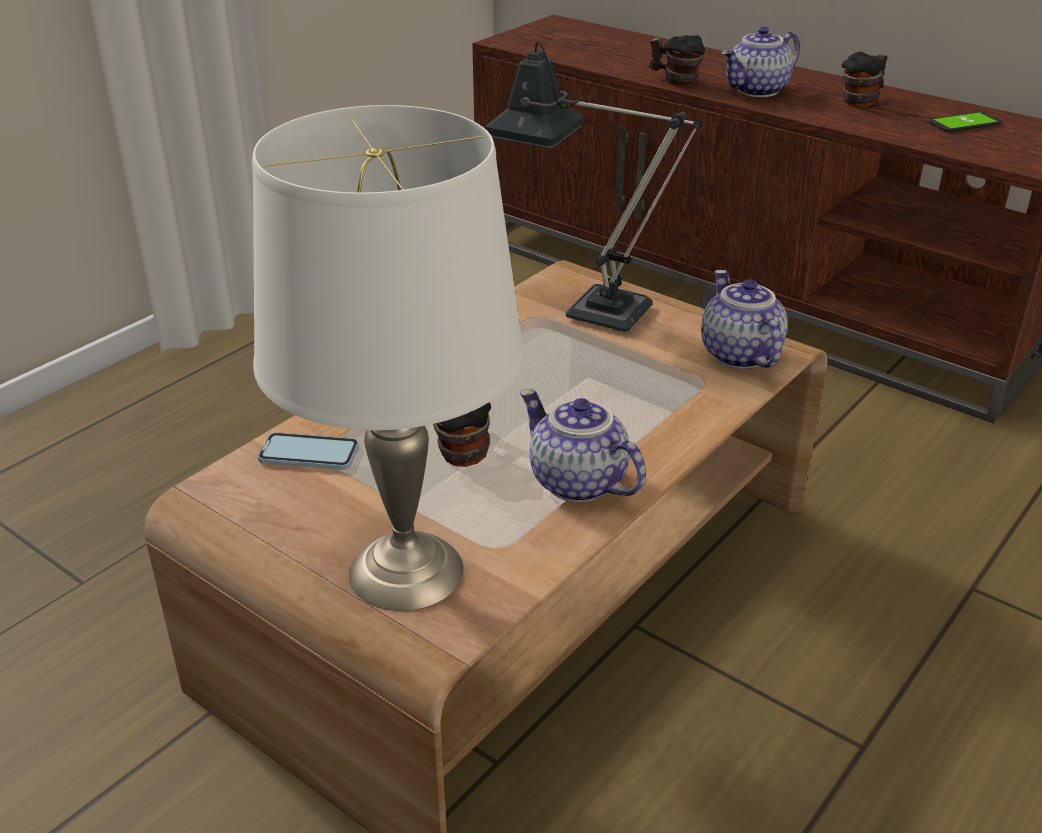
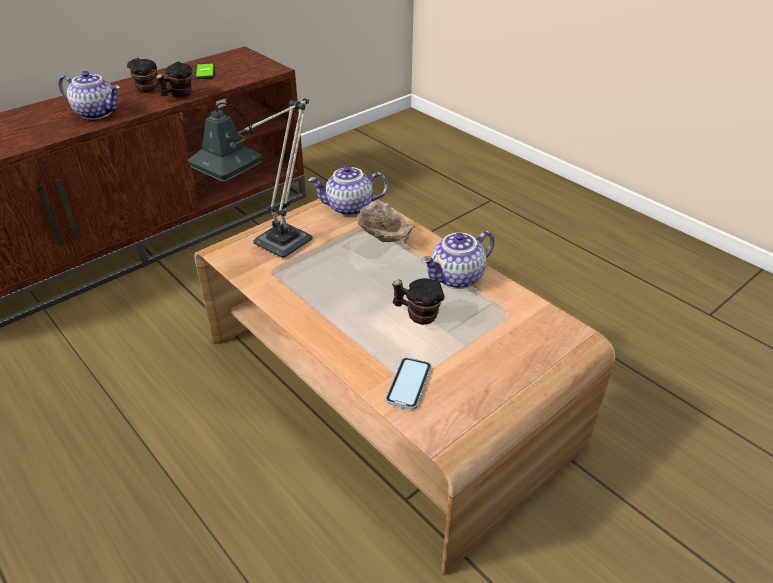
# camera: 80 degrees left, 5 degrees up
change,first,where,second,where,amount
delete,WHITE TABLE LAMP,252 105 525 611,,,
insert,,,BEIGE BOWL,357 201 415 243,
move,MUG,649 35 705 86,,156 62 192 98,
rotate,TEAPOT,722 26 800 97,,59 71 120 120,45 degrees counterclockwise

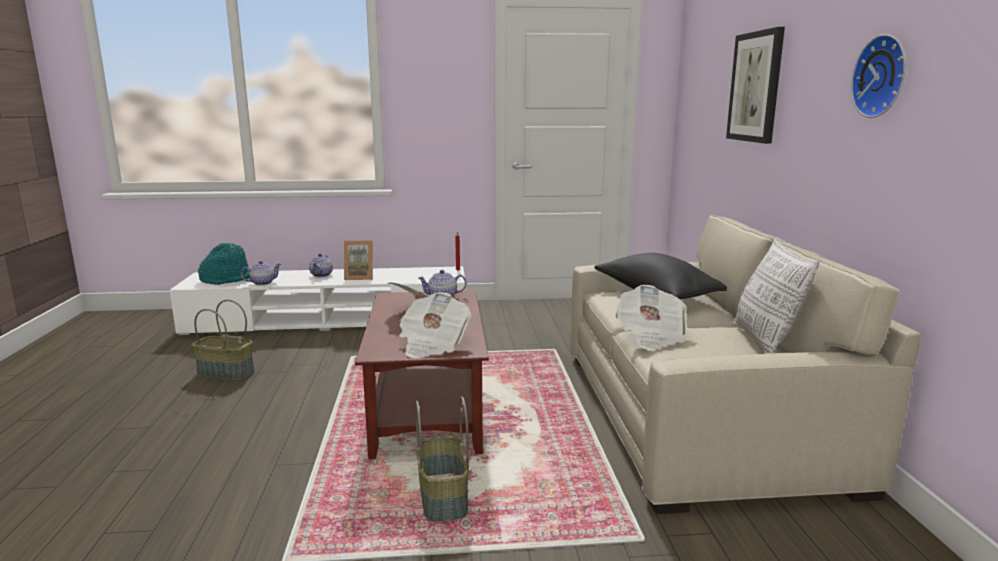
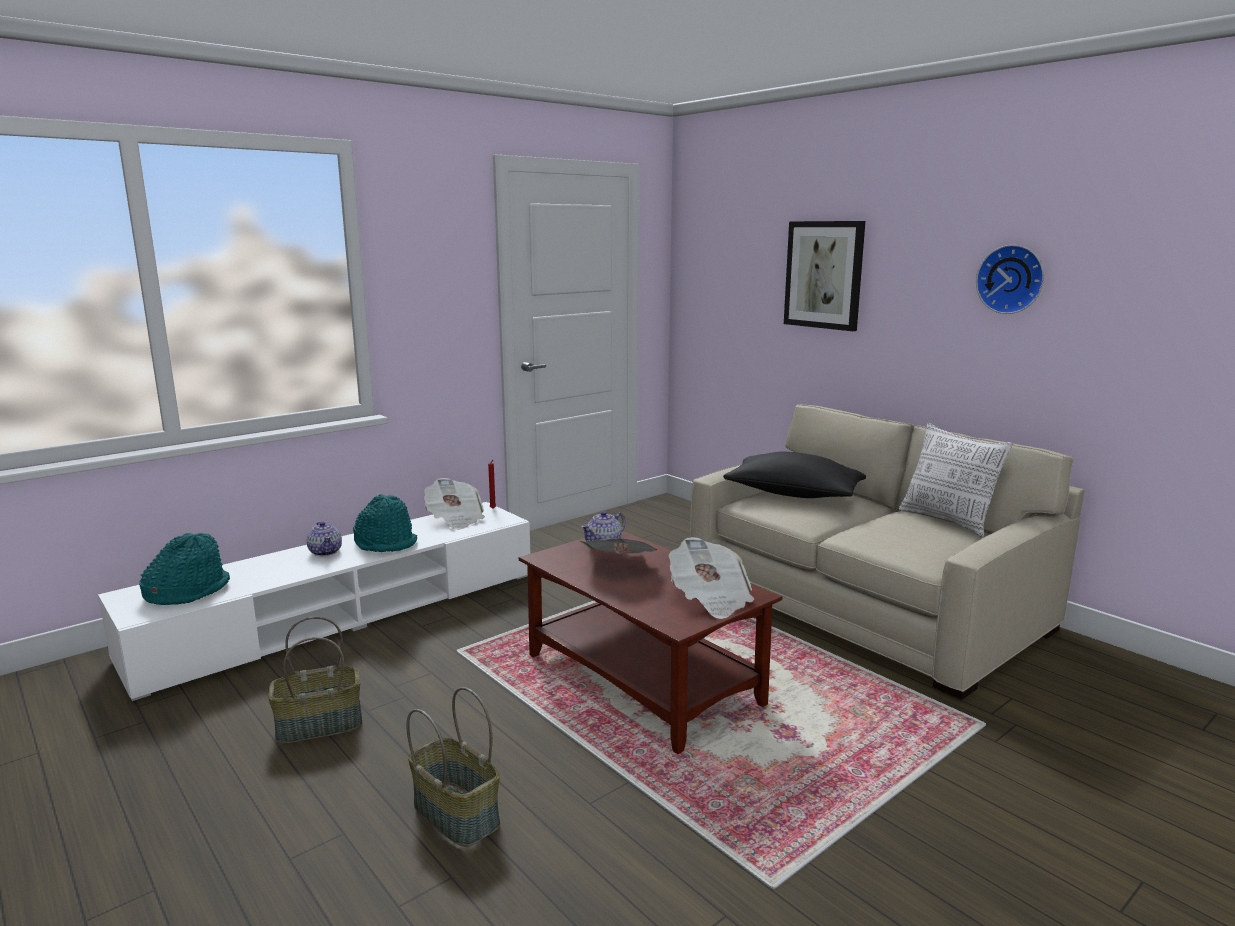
# camera: 35 degrees left, 0 degrees up
change,first,where,second,where,amount
delete,TEAPOT,241 261 281 285,,,
move,BASKET,415 396 469 522,,406 687 500 847,
move,NEWSPAPER,616 285 687 350,,424 478 485 530,
replace,PICTURE FRAME,344 241 373 280,TURQUOISE HAT,353 494 417 552,

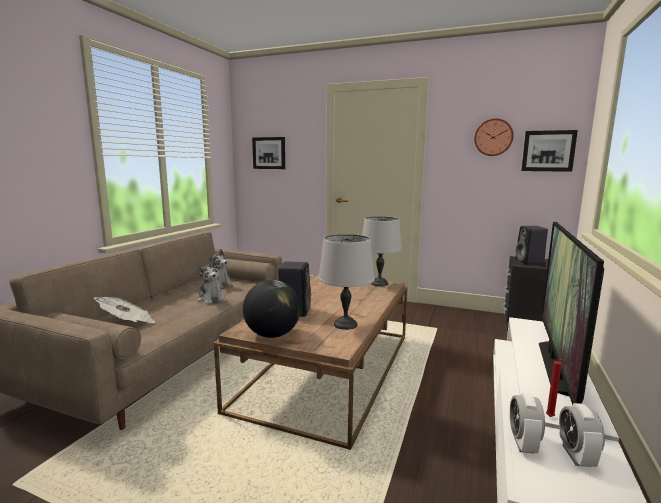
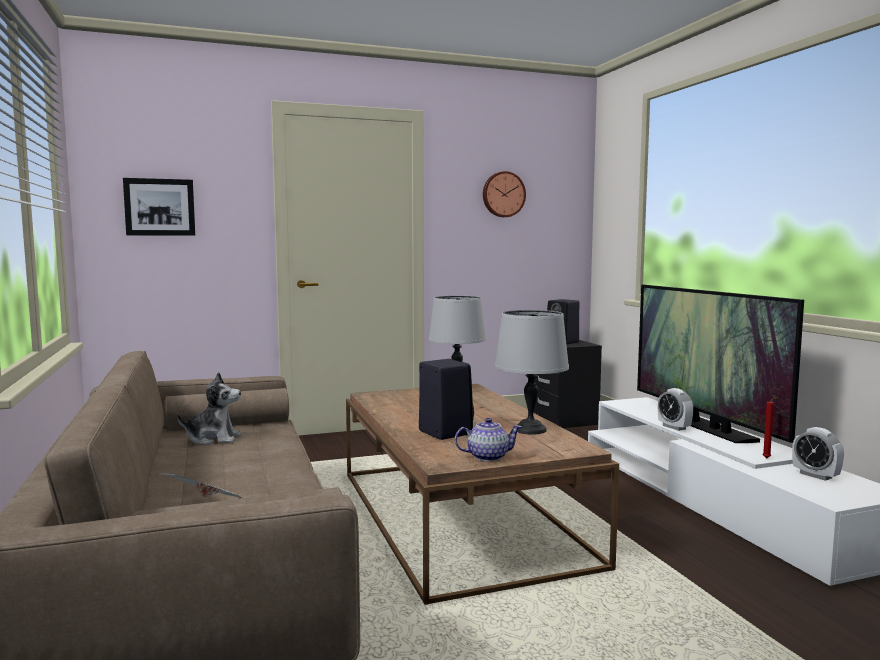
# camera: 40 degrees left, 5 degrees down
change,first,where,second,where,amount
delete,PLUSH TOY,197 260 225 305,,,
delete,PICTURE,521 130 578 172,,,
move,ALARM CLOCK,510 393 545 454,,658 388 693 431,
replace,GLOBE,243 280 301 338,TEAPOT,455 418 522 461,

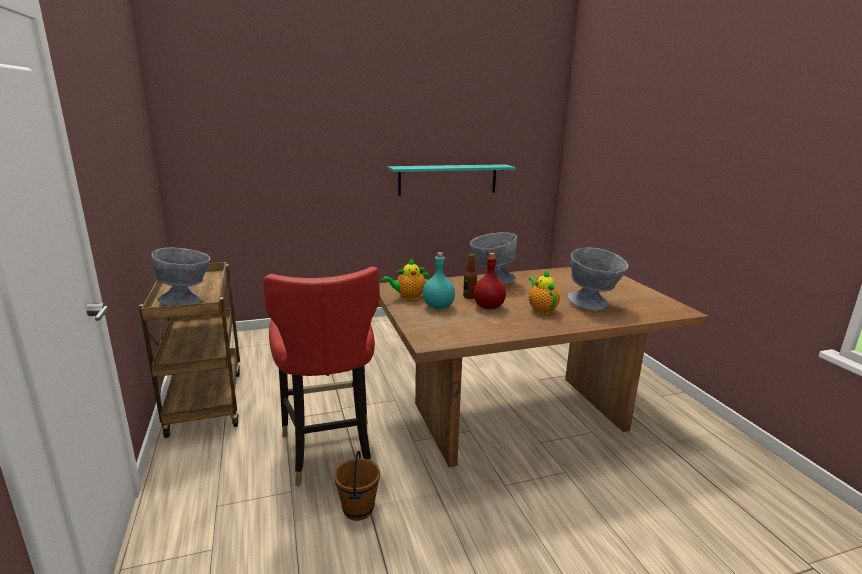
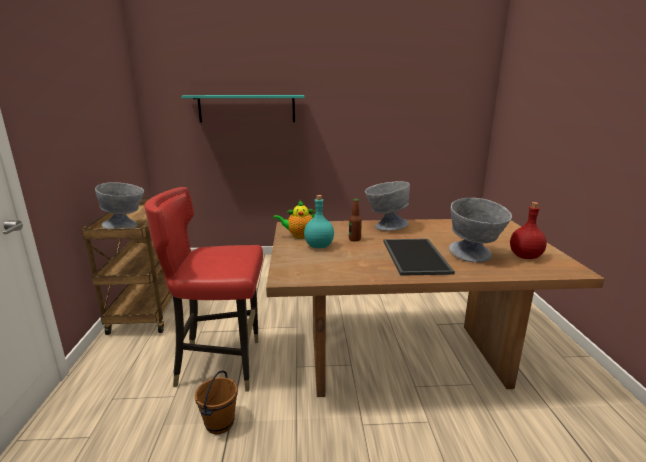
# camera: 15 degrees right, 0 degrees up
change,first,where,second,where,amount
move,TURQUOISE SHELF,388 164 516 196,,181 95 305 123,
move,RED BOTTLE,473 253 506 309,,510 202 547 259,
replace,TEAPOT,529 269 560 314,TRAY,384 239 455 276,
rotate,RED CHAIR,264 266 380 486,,144 187 263 392,90 degrees clockwise

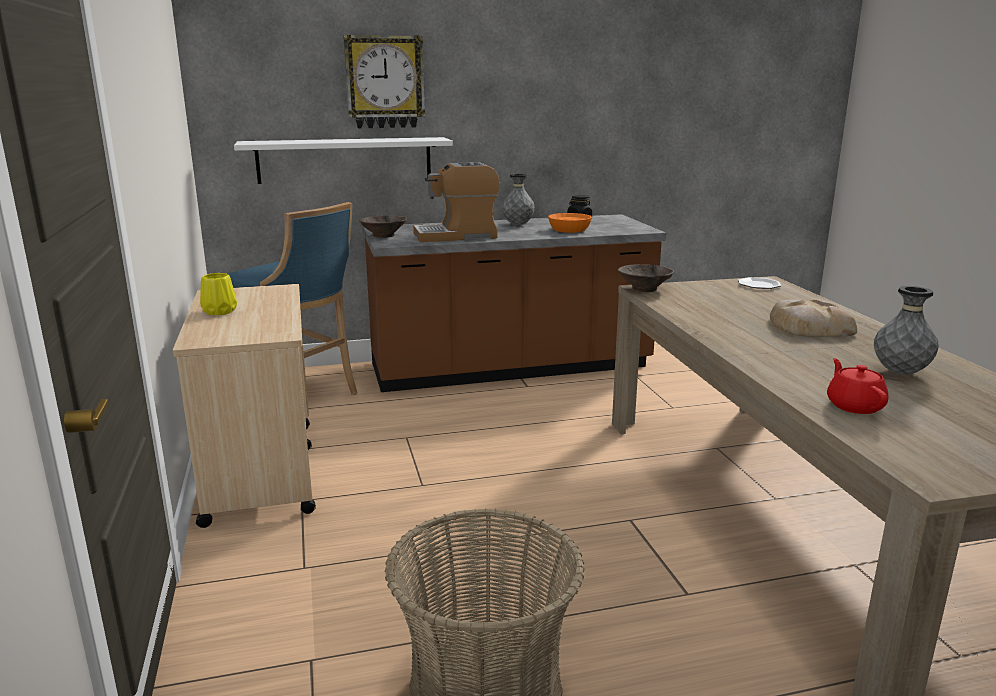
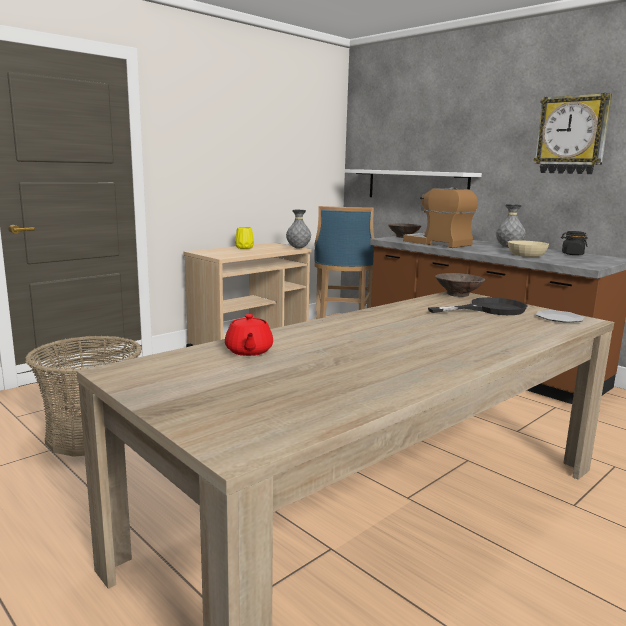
# camera: 60 degrees right, 5 degrees down
change,first,where,second,where,amount
delete,BREAD,770 299 857 337,,,
insert,,,BLACK FRYING PAN,428 297 527 315,
move,WALL CLOCK,343 35 425 128,,534 93 612 174,
move,GREY VASE,874 286 939 374,,286 210 311 249,
recolor,ORANGE BOWL,548 213 592 233,BEIGE BOWL,508 240 549 257,
rotate,RED TEAPOT,827 358 889 414,,225 314 273 356,120 degrees clockwise

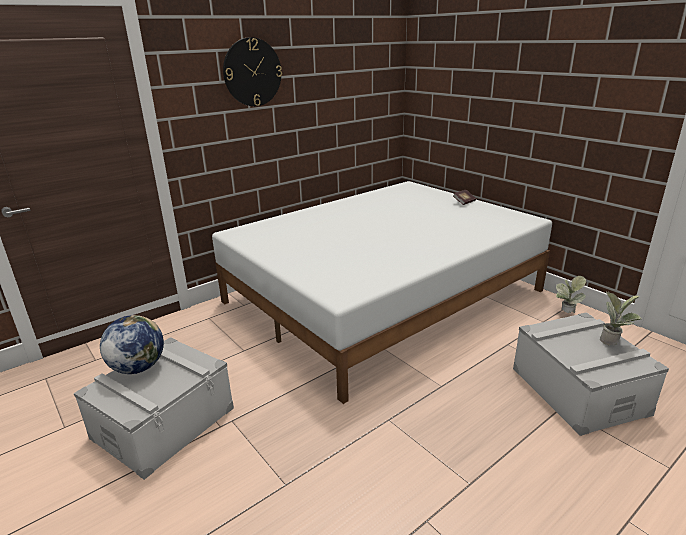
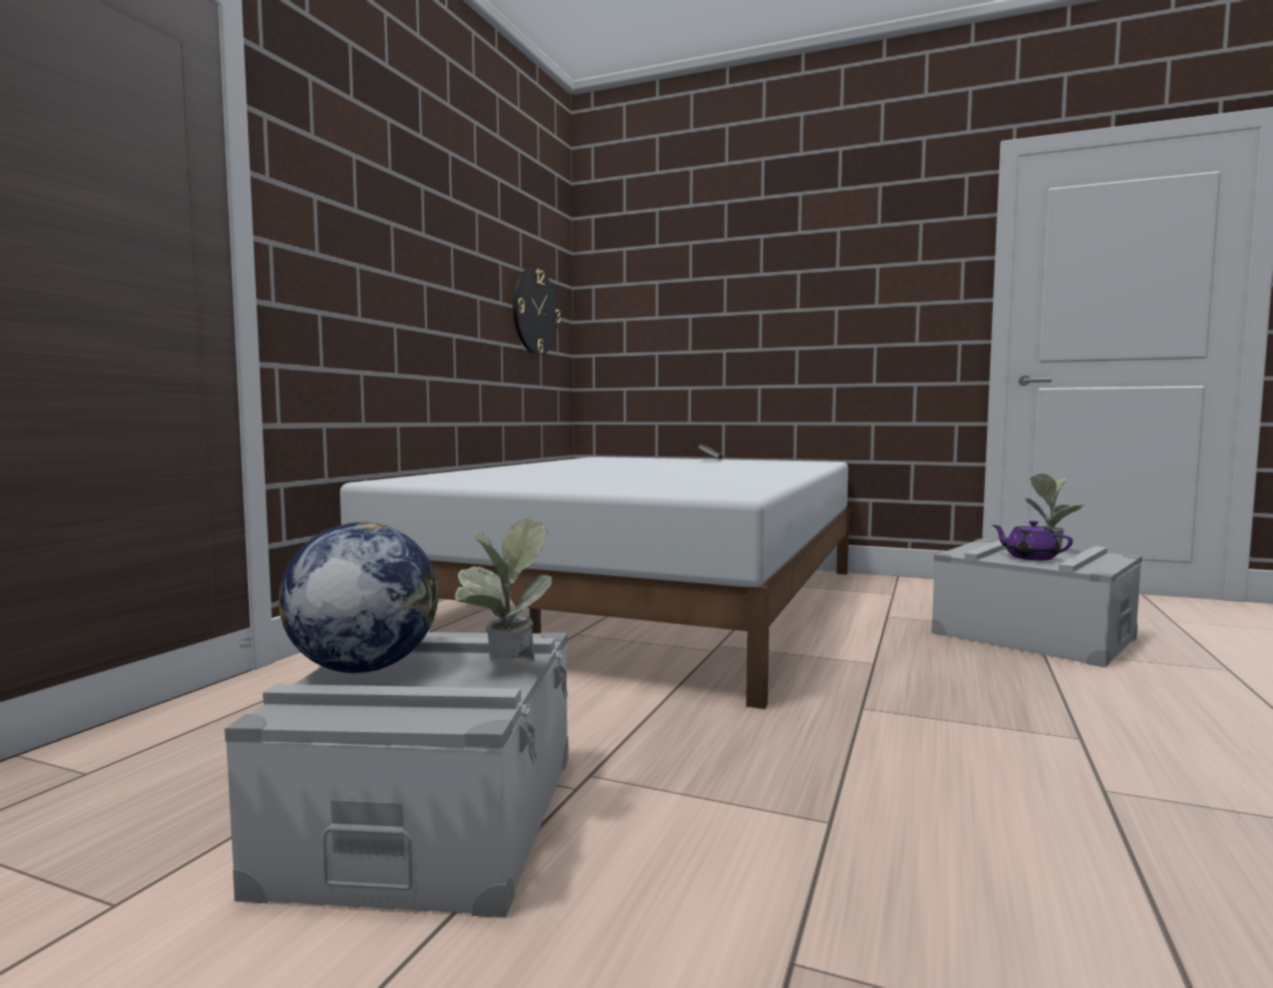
# camera: 30 degrees left, 20 degrees down
change,first,where,second,where,amount
insert,,,PURPLE TEAPOT,992 521 1073 560,
move,WALL CLOCK,223 37 282 106,,513 268 560 355,
move,POTTED PLANT,556 276 586 313,,455 519 552 662,

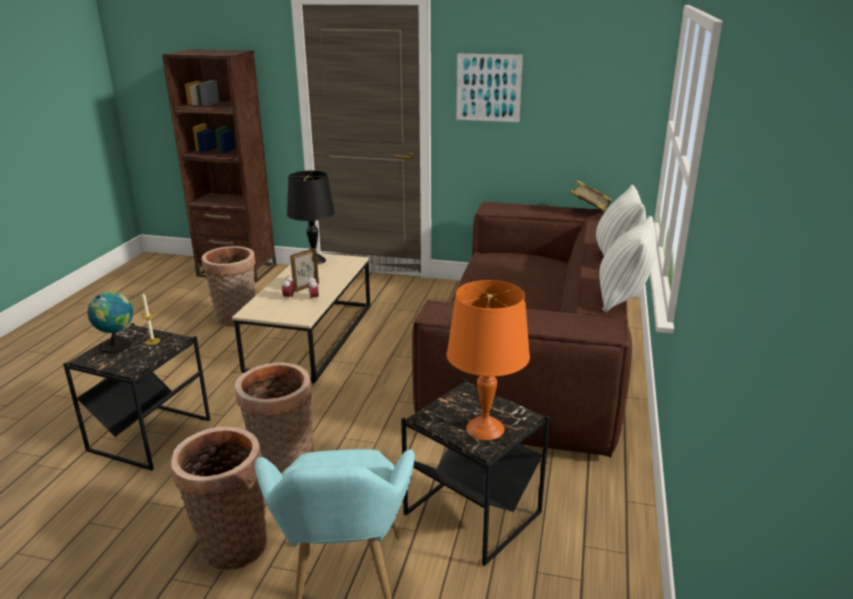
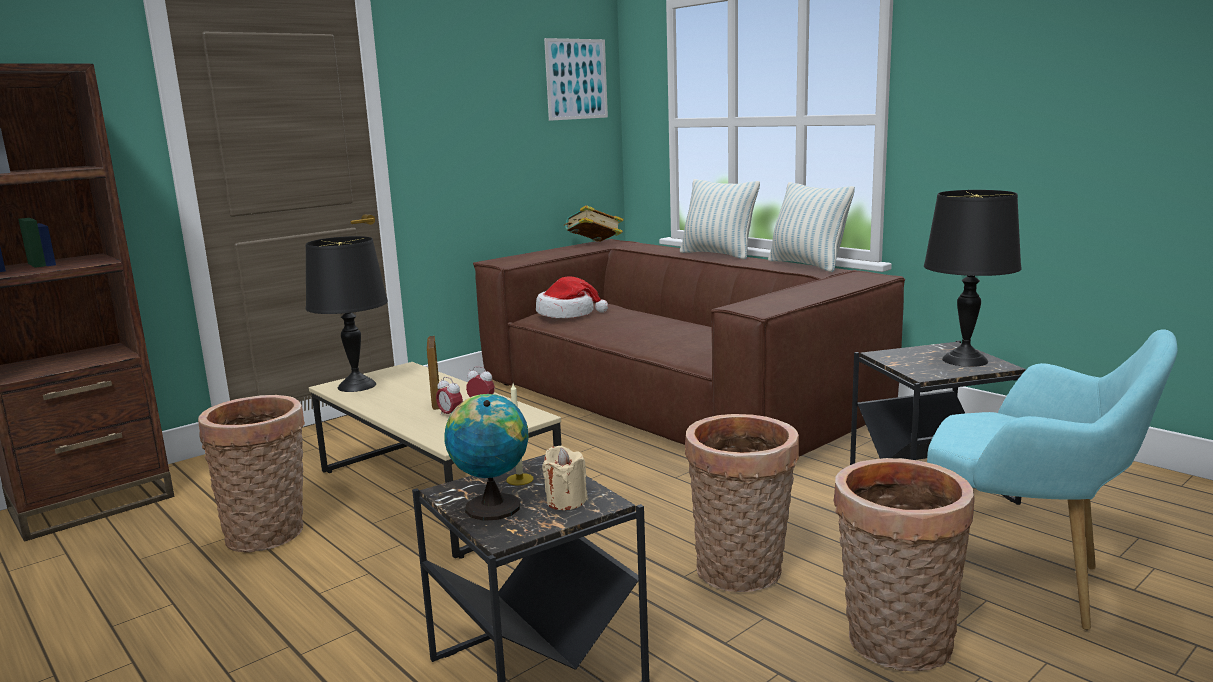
# camera: 55 degrees left, 10 degrees down
change,first,where,second,where,amount
insert,,,HAT,536 277 608 318,
insert,,,BEIGE CANDLE,542 446 588 510,
move,PICTURE,457 54 523 122,,544 38 608 121,
recolor,ORANGE TABLE LAMP,447 280 530 440,BLACK TABLE LAMP,924 190 1022 367,

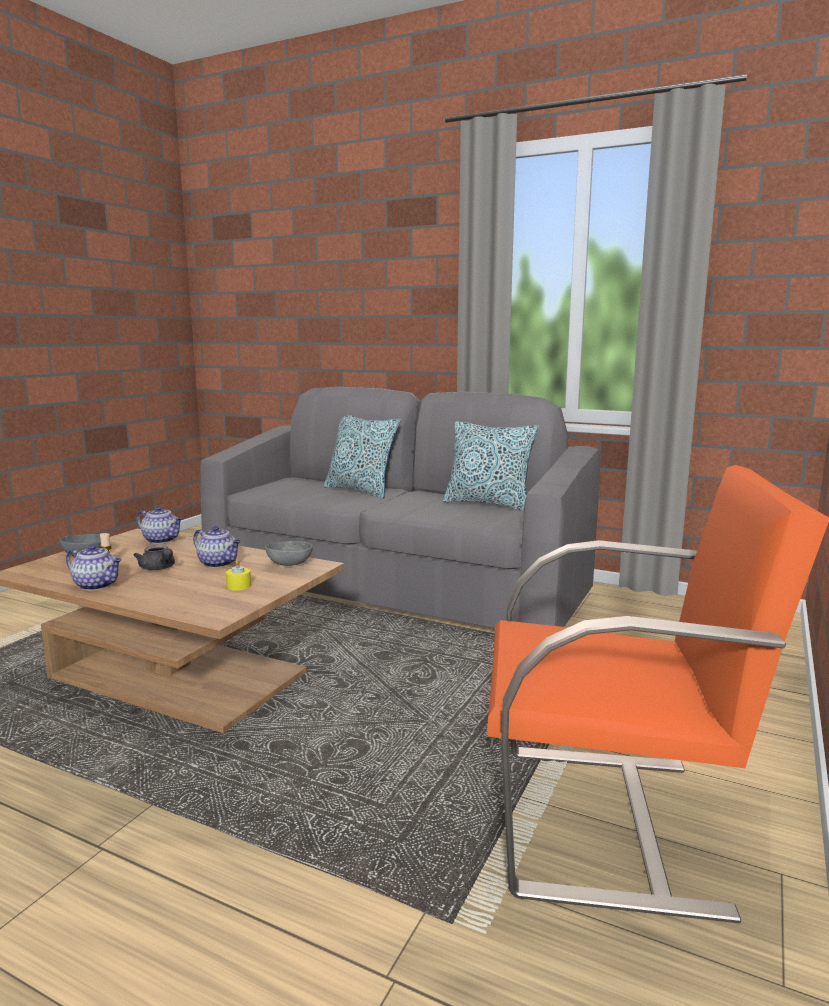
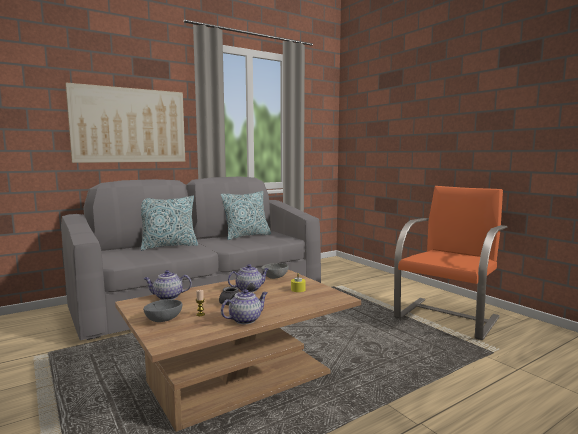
# camera: 60 degrees left, 5 degrees down
change,first,where,second,where,amount
insert,,,PICTURE,65 83 185 163,
rotate,TEAPOT,136 506 183 544,,144 270 192 300,150 degrees counterclockwise

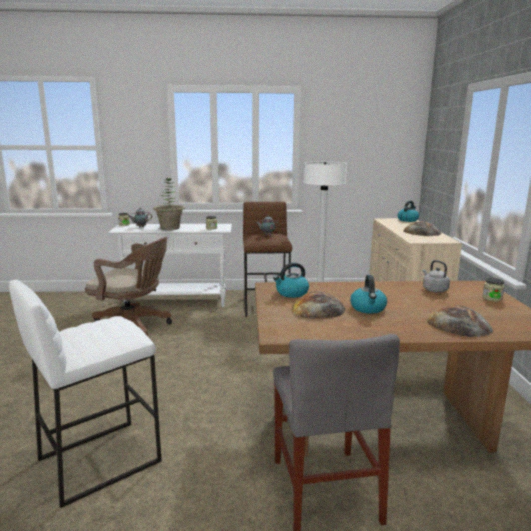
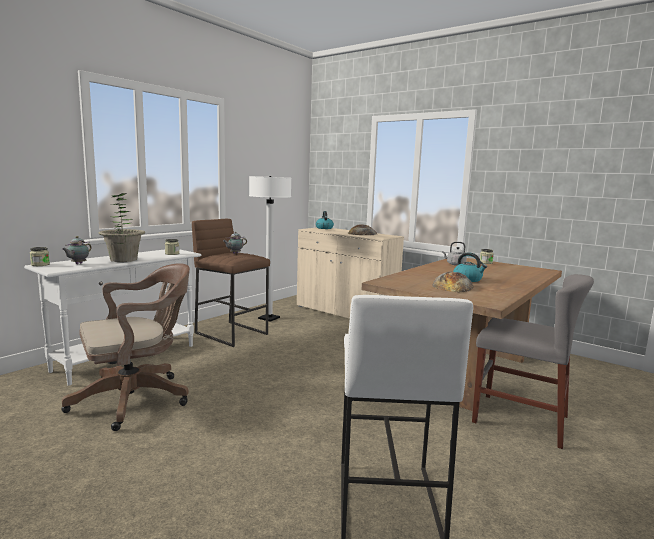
# camera: 50 degrees left, 5 degrees down
change,first,where,second,where,amount
delete,KETTLE,273 263 309 298,,,
delete,BREAD,427 305 493 337,,,

